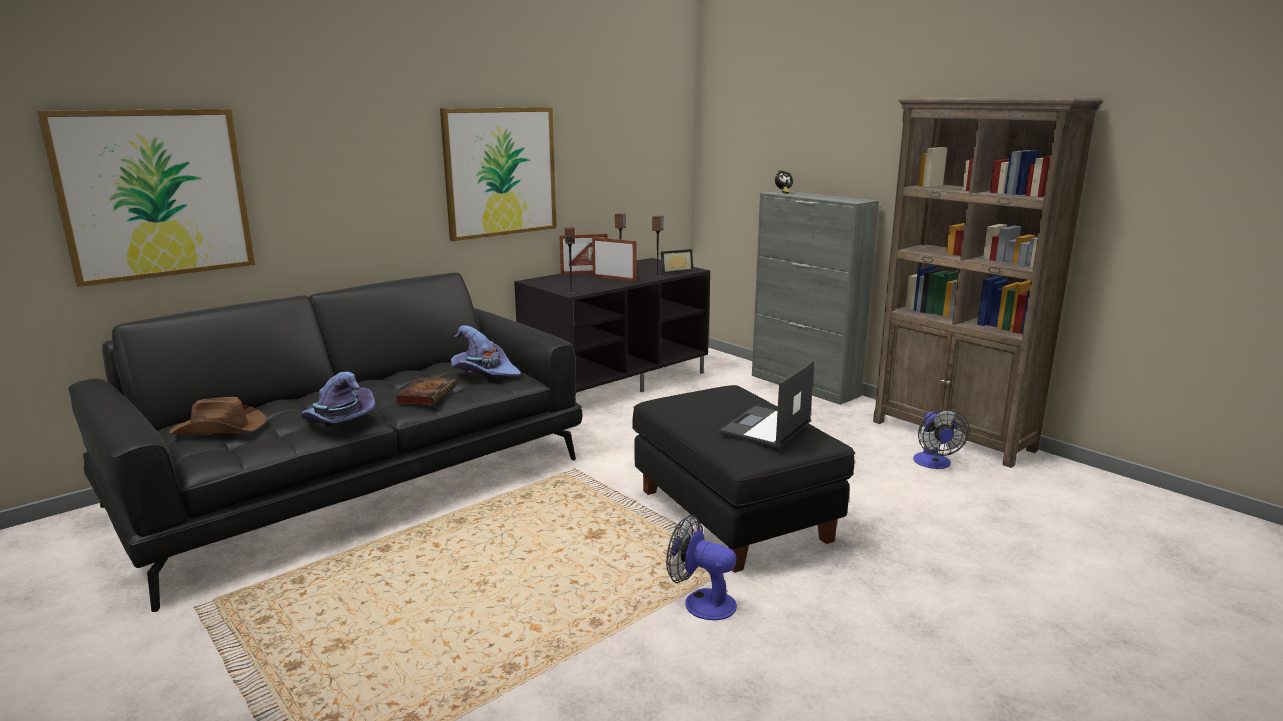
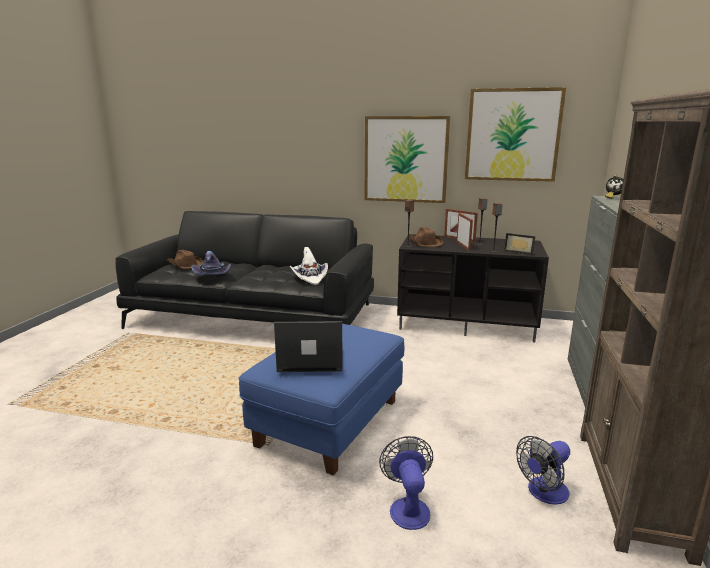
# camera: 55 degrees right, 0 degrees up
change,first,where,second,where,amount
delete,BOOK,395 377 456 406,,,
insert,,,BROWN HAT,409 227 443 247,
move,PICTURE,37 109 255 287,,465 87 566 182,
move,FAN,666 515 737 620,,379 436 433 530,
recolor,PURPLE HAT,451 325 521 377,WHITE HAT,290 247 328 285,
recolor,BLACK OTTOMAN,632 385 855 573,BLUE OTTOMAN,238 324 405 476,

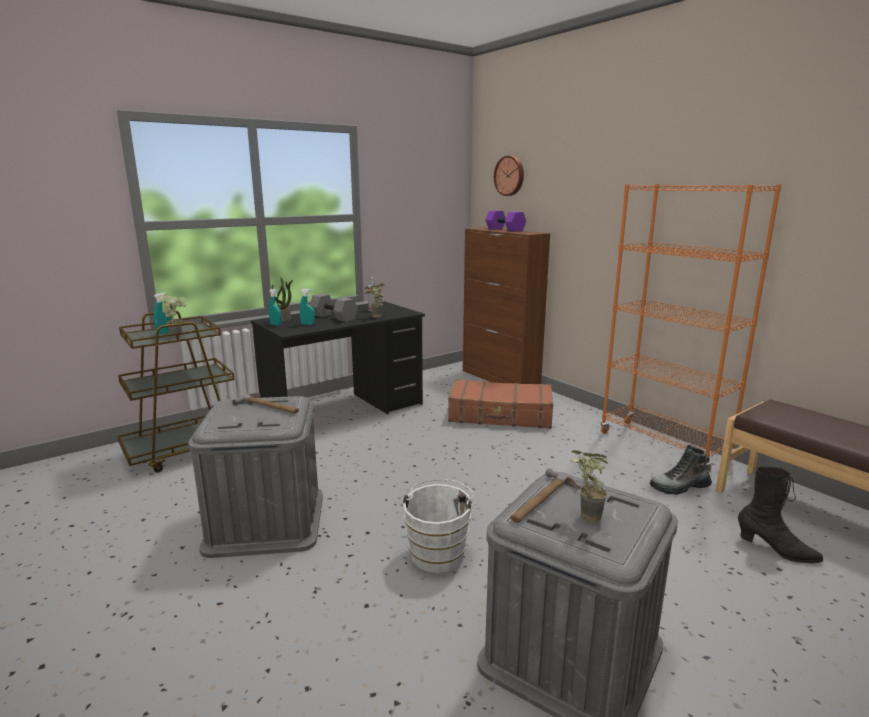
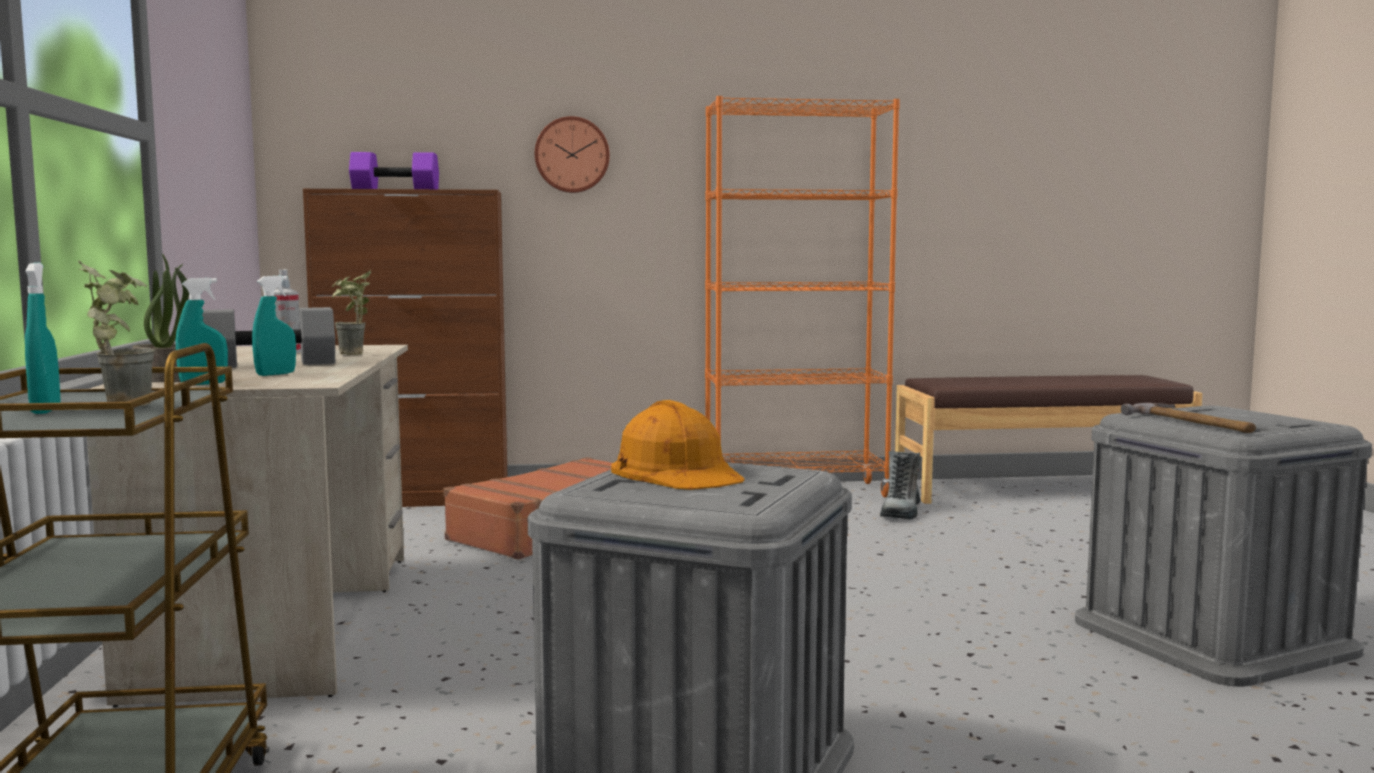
# camera: 60 degrees left, 10 degrees down
change,first,where,second,where,amount
delete,WHITE BUCKET,402 479 477 573,,,
delete,POTTED PLANT,570 450 608 522,,,
delete,BLACK BOOT,738 466 823 563,,,
move,WALL CLOCK,494 156 524 196,,535 116 610 193,
replace,HAMMER,232 393 299 414,ORANGE HARD HAT,611 400 745 490,
recolor,BLACK DESK,251 301 425 414,BEIGE DESK,87 345 408 707,

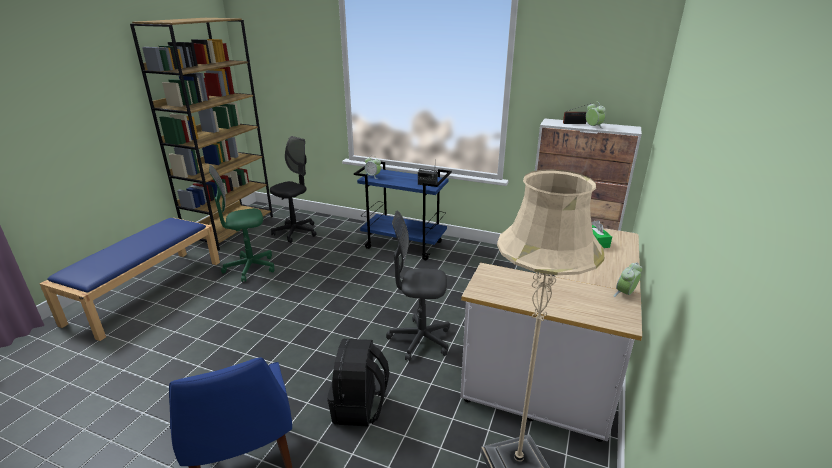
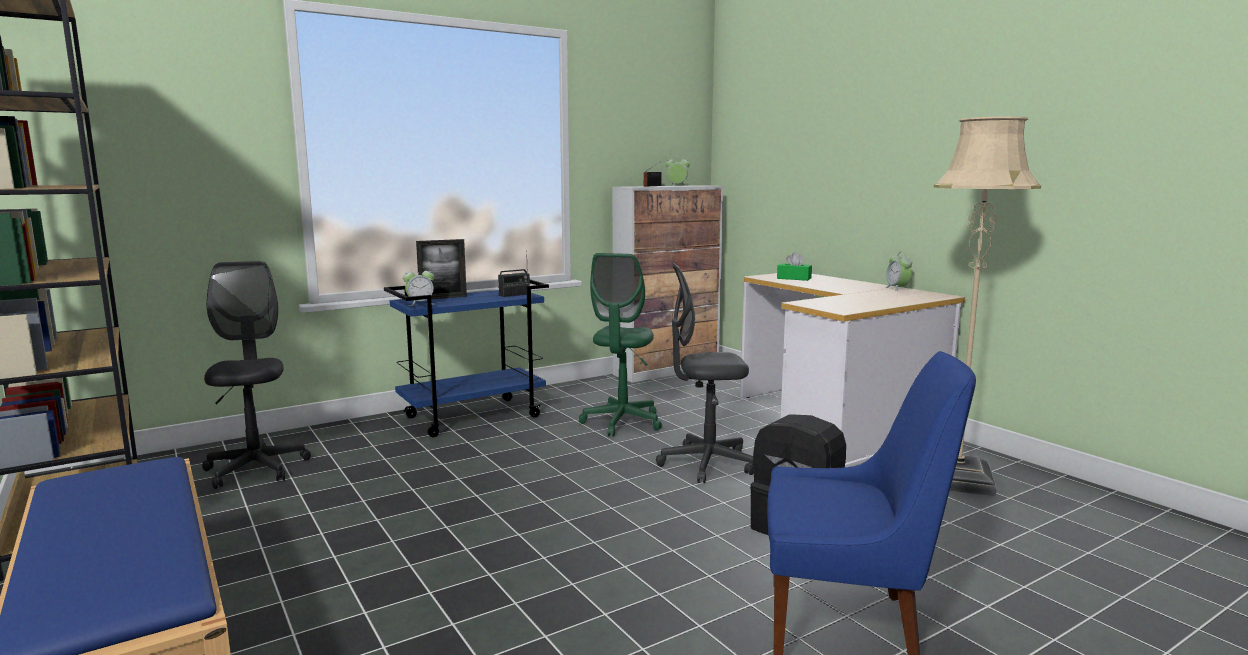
# camera: 55 degrees left, 15 degrees down
change,first,where,second,where,amount
insert,,,PICTURE FRAME,416 239 467 299,
move,GREEN OFFICE CHAIR,209 165 275 282,,579 253 662 437,
rotate,GREY OFFICE CHAIR,386 211 450 361,,656 262 754 483,45 degrees clockwise

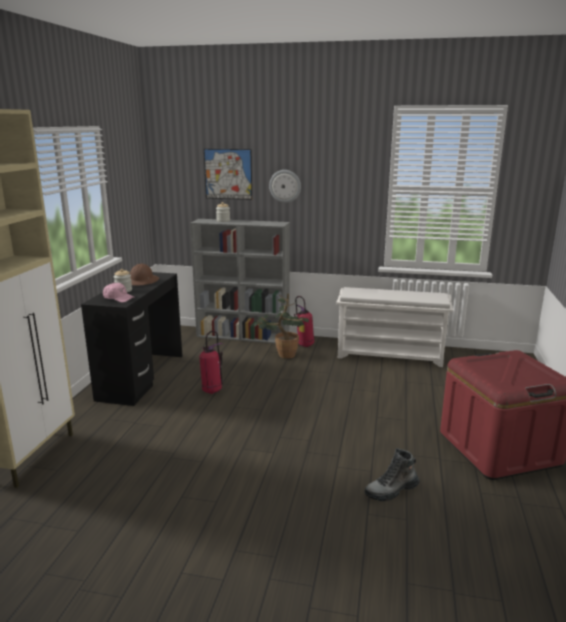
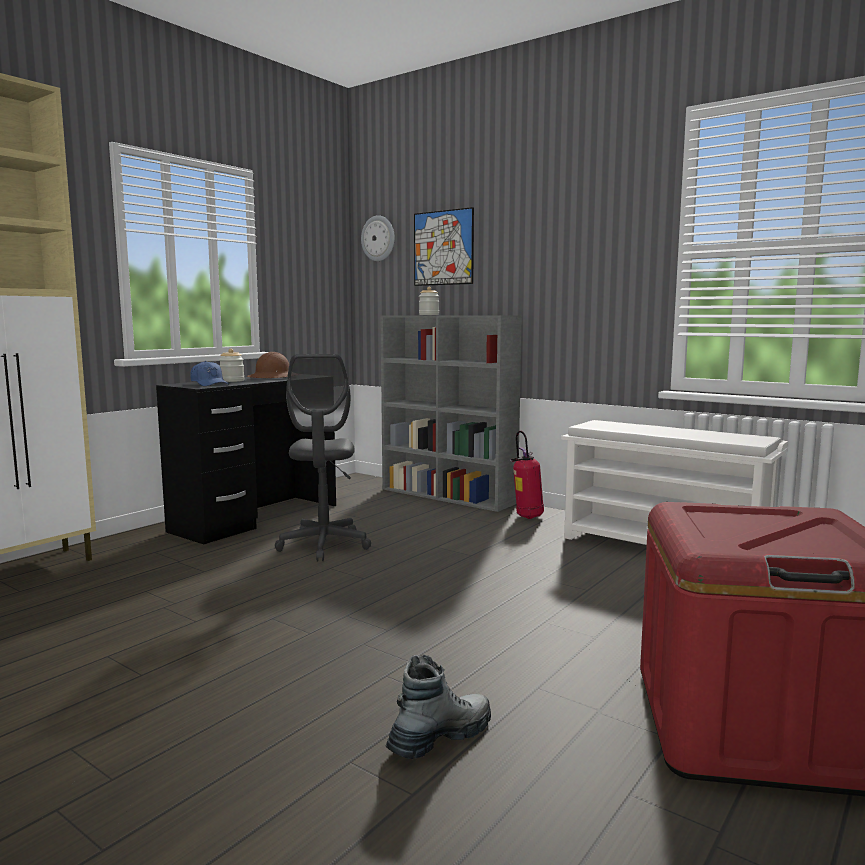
# camera: 25 degrees right, 10 degrees down
change,first,where,second,where,amount
delete,POTTED PLANT,254 294 309 359,,,
move,WALL CLOCK,269 170 301 203,,361 215 395 261,
replace,FIRE EXTINGUISHER,199 331 223 394,GREY OFFICE CHAIR,275 354 371 561,
recolor,PINK CAP,103 283 135 303,BLUE CAP,190 361 229 386,
rotate,BOOT,364 448 420 501,,385 655 491 759,135 degrees clockwise

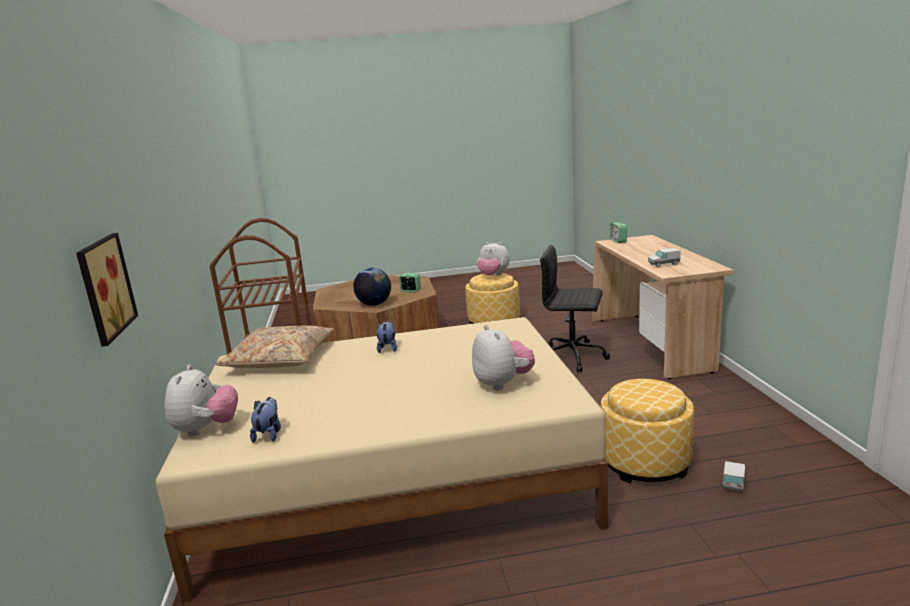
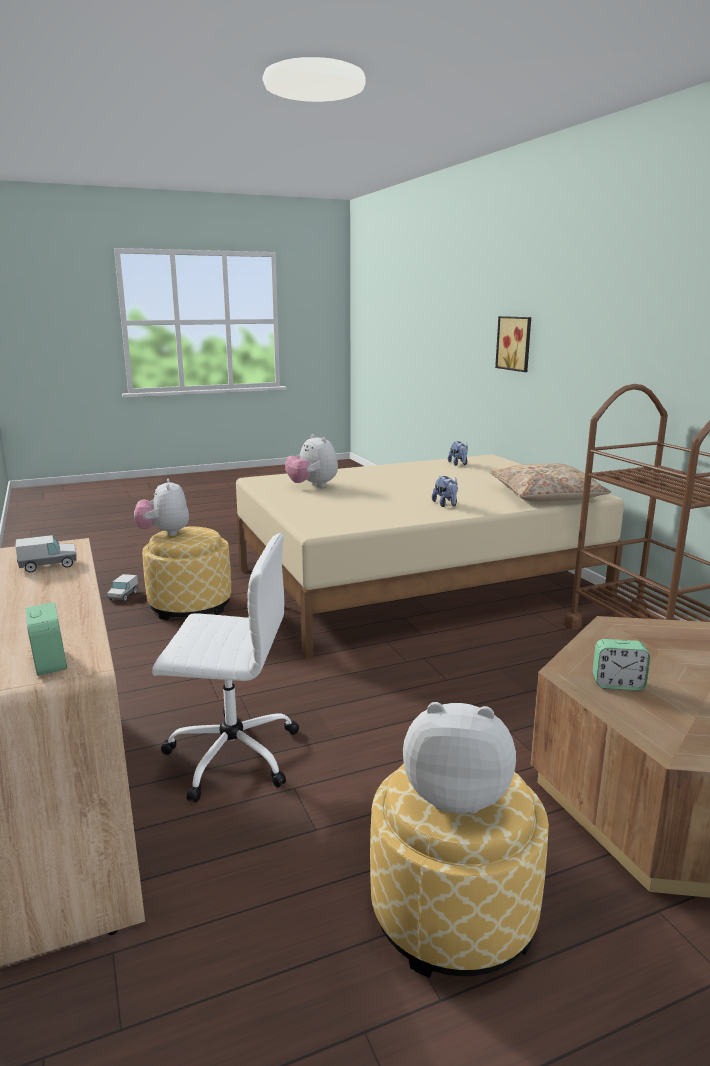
# camera: 165 degrees right, 0 degrees up
change,first,where,second,where,amount
delete,GLOBE,353 268 391 306,,,
move,PLUSH TOY,165 365 238 437,,134 478 189 536,
recolor,BLACK OFFICE CHAIR,540 245 610 372,WHITE OFFICE CHAIR,152 533 299 803,

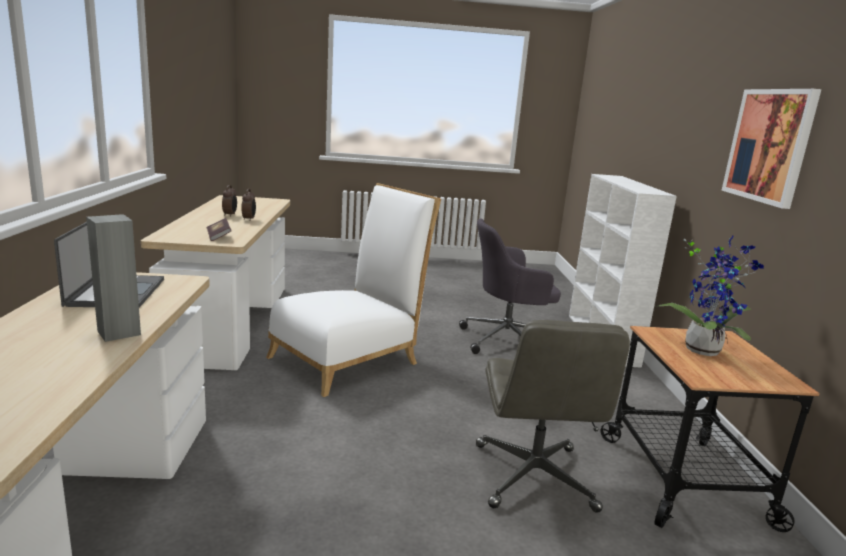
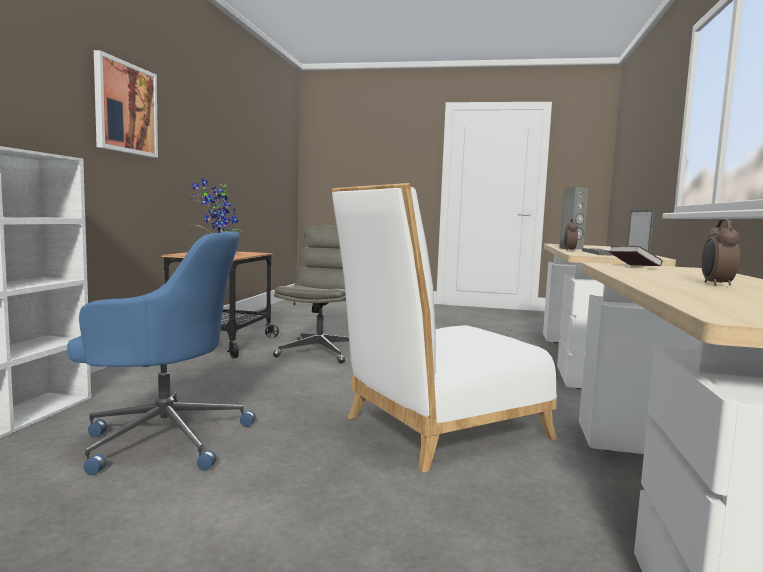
# camera: 165 degrees left, 10 degrees down
change,first,where,second,where,amount
move,ALARM CLOCK,241 189 256 221,,564 218 578 251,
recolor,GREY OFFICE CHAIR,459 218 561 354,BLUE OFFICE CHAIR,67 232 256 475,

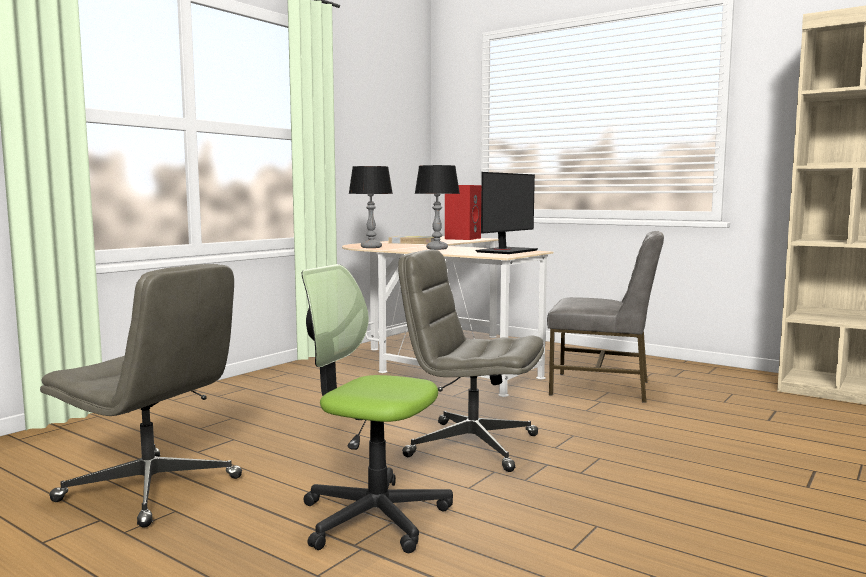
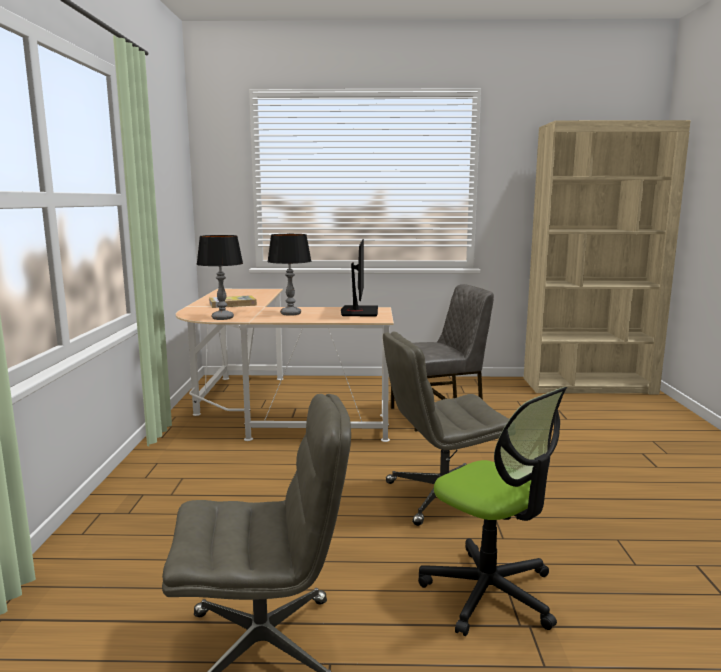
# camera: 35 degrees left, 5 degrees up
change,first,where,second,where,amount
delete,RED SPEAKER,445 185 481 240,,,
rotate,OFFICE CHAIR,301 264 453 553,,418 387 567 636,120 degrees counterclockwise

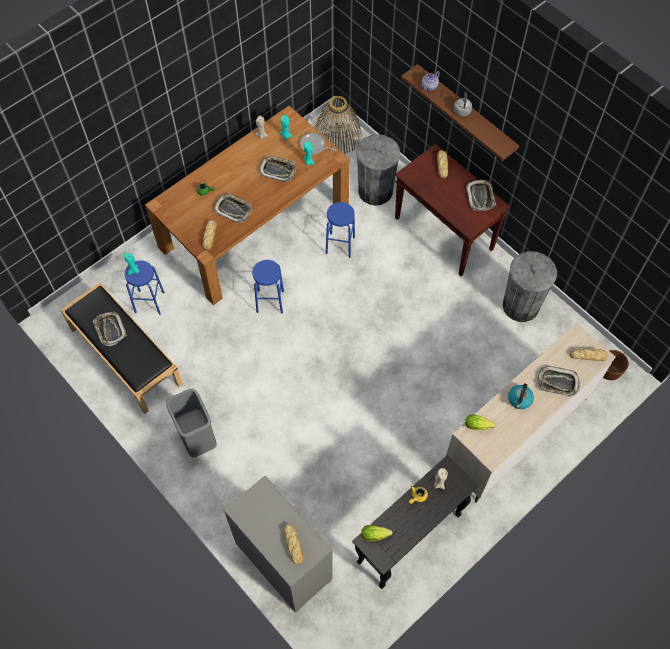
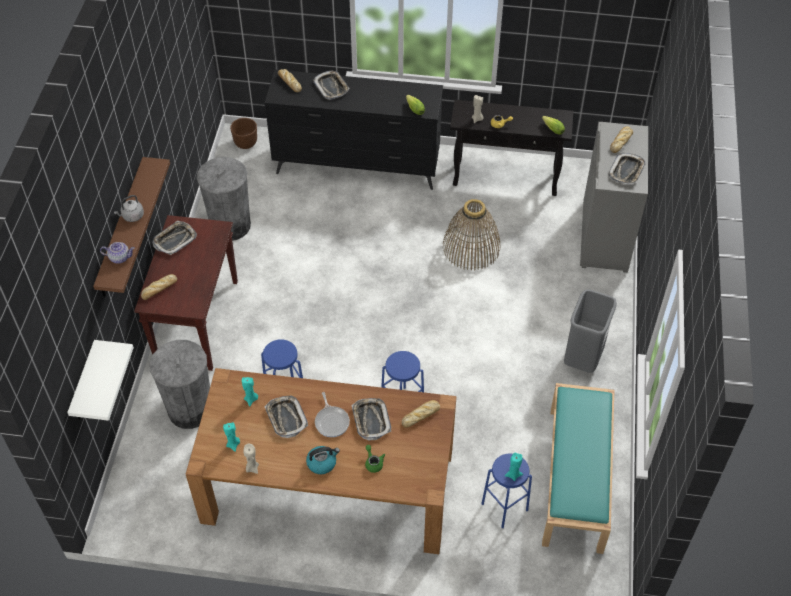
# camera: 130 degrees left, 10 degrees down
change,first,where,second,where,amount
insert,,,WHITE SHELF,67 340 134 421,
move,TRAY,93 311 127 346,,609 153 646 184,
move,FRYING PAN,300 133 337 154,,315 392 350 437,
move,BASKET,315 96 362 154,,443 199 500 271,
move,KETTLE,508 383 534 409,,306 446 340 474,
recolor,BLACK BENCH,60 282 183 414,TURQUOISE BENCH,542 383 614 554,
recolor,BEIGE DRESSER,446 323 616 502,BLACK DRESSER,265 70 443 190,

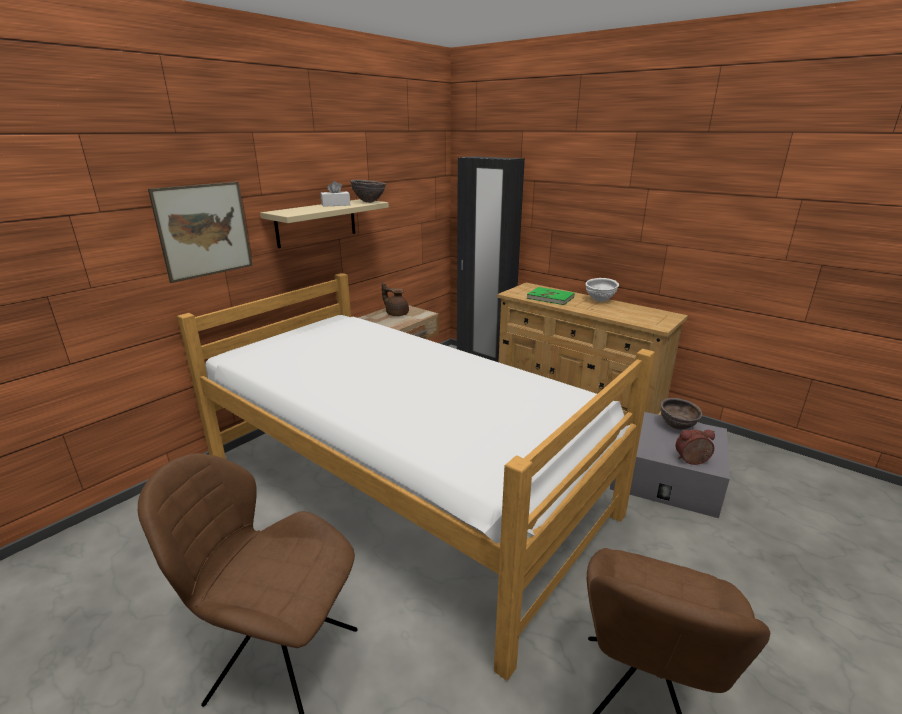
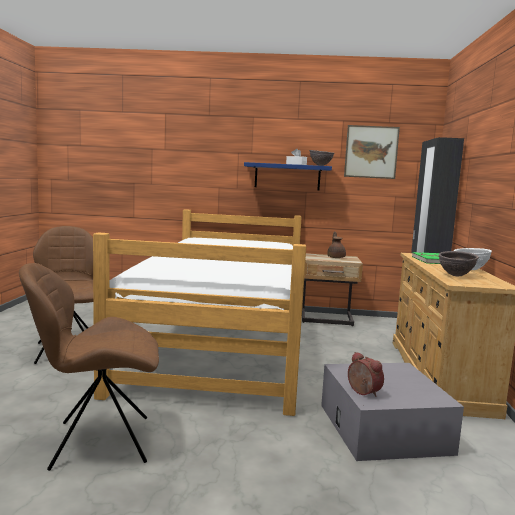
# camera: 55 degrees right, 15 degrees down
change,first,where,second,where,amount
move,PICTURE,148 182 253 283,,344 125 400 179,
move,BROWN BOWL,660 398 702 430,,439 251 479 276,
recolor,BEIGE SHELF,260 199 389 248,BLUE SHELF,244 162 332 190,

